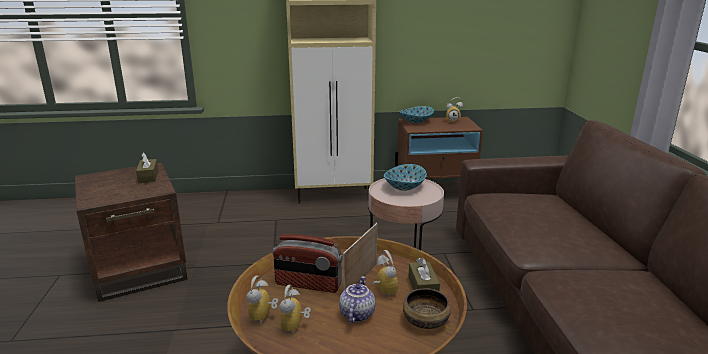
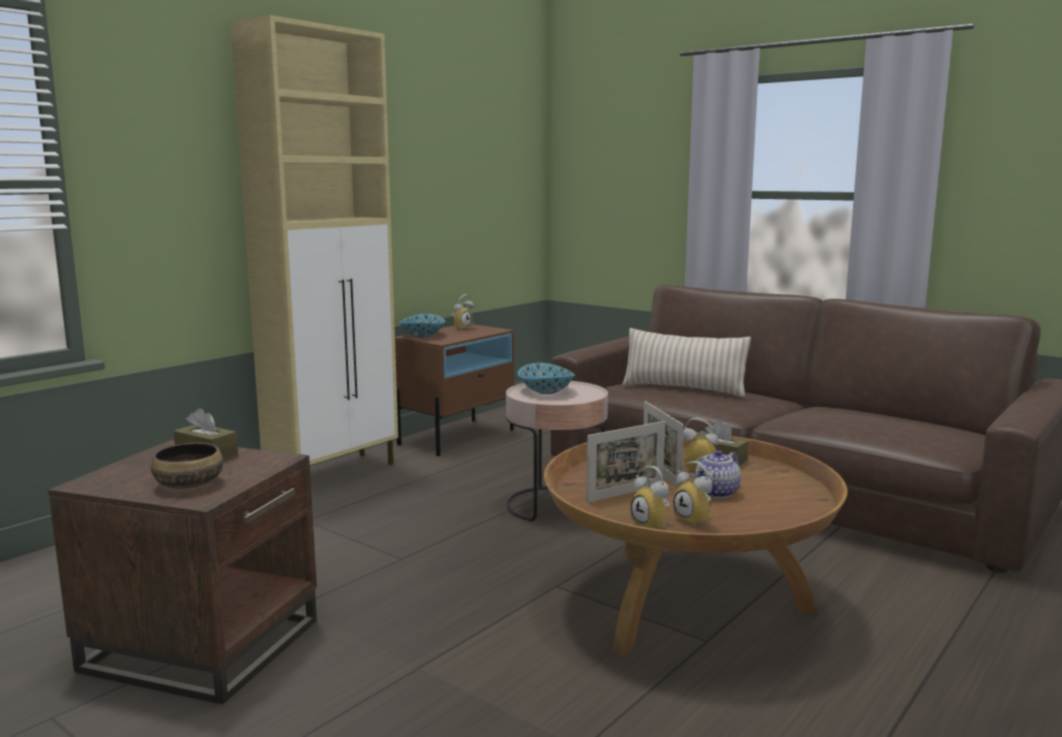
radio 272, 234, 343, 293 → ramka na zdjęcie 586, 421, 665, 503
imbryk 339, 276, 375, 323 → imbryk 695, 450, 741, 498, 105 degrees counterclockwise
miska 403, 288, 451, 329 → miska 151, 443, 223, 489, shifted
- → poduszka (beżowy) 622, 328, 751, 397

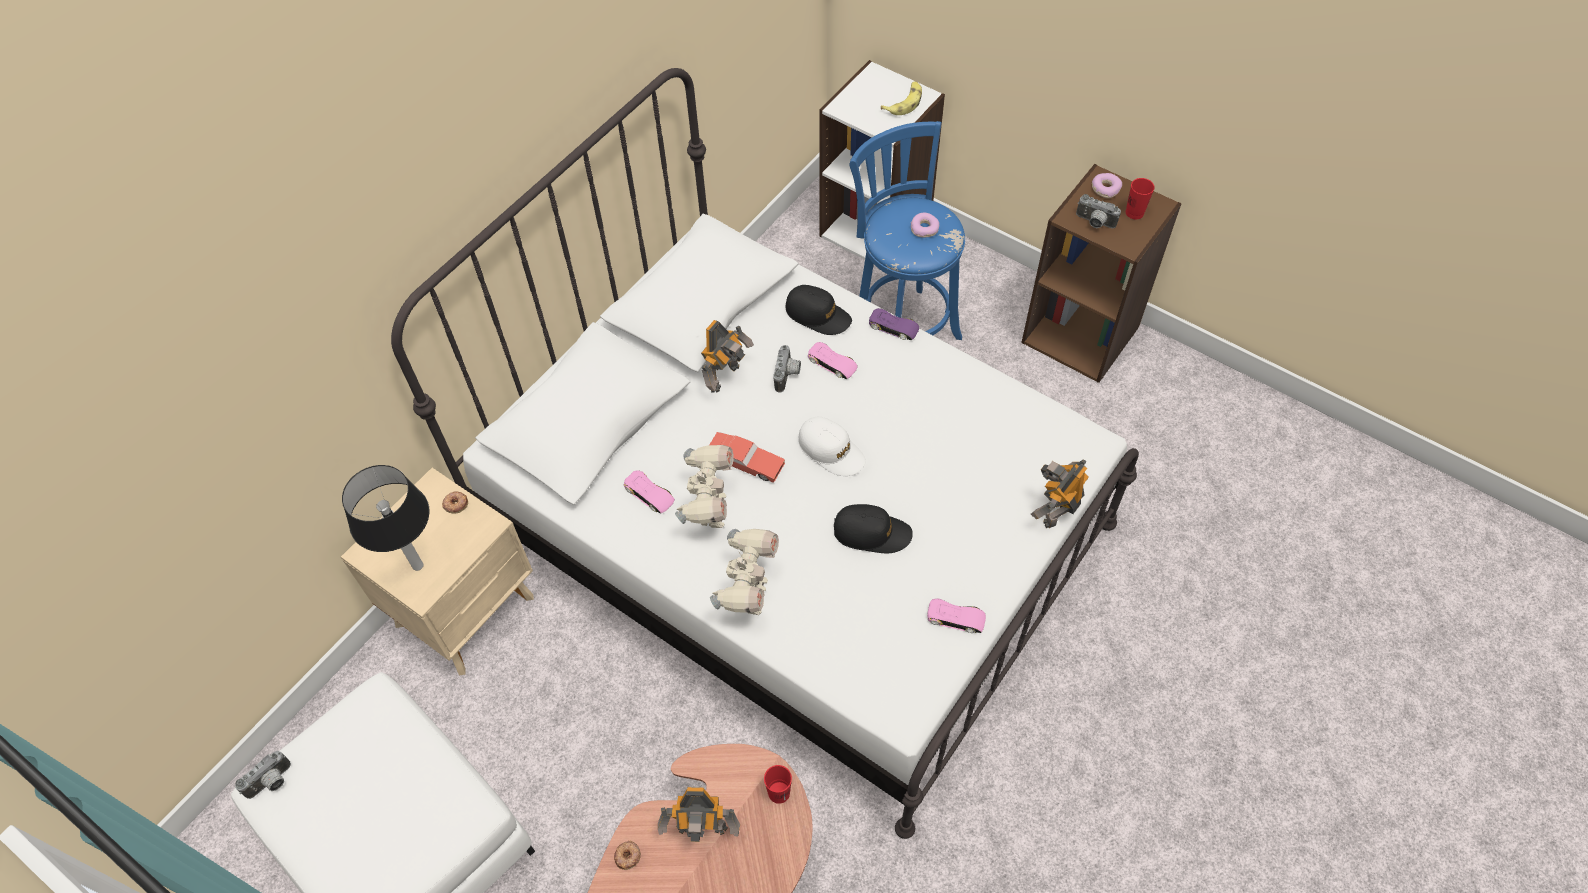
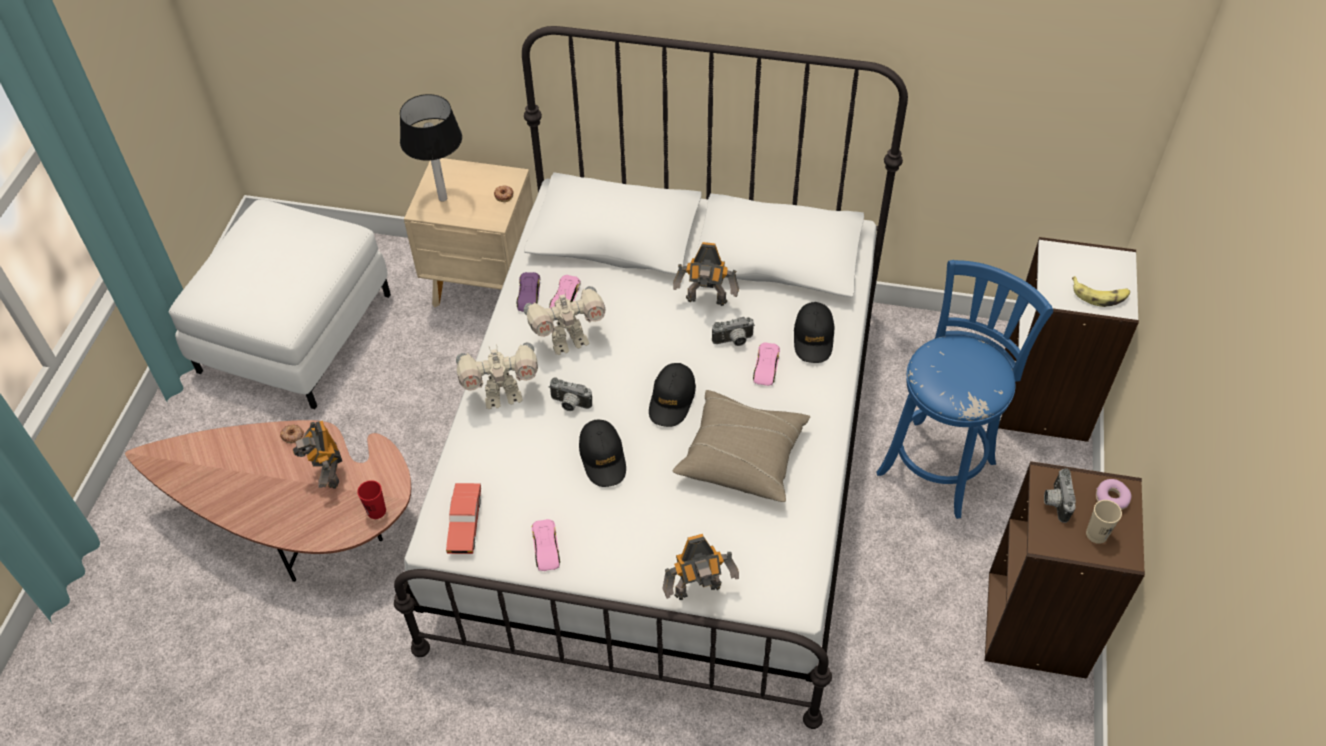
aparat fotograficzny 235, 751, 291, 799 → aparat fotograficzny 549, 377, 592, 411, shifted
samochodzik (czerwony) 709, 432, 785, 483 → samochodzik (czerwony) 446, 483, 481, 554, shifted
czapka z daszkiem (biały) 798, 417, 866, 476 → czapka z daszkiem (czarny) 649, 363, 696, 427
samochodzik (fioletowy) 869, 308, 919, 340 → samochodzik (fioletowy) 517, 272, 540, 312, shifted
donut 911, 213, 939, 237 → -
robot zabawkowy 1031, 459, 1089, 528 → robot zabawkowy 662, 534, 739, 600, 150 degrees clockwise
filiżanka (czerwony) 1126, 178, 1155, 219 → filiżanka (beżowy) 1086, 500, 1122, 544
- → poduszka (beżowy) 673, 390, 810, 502

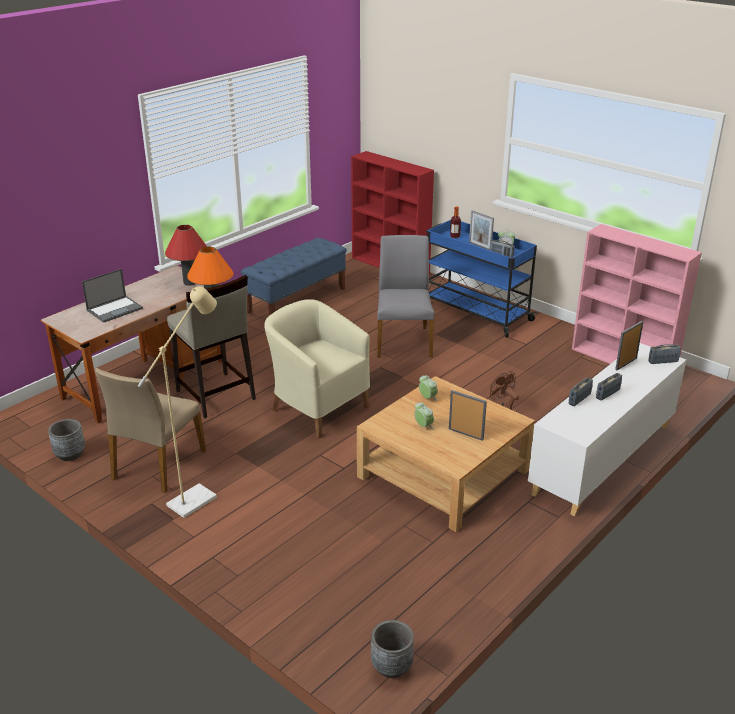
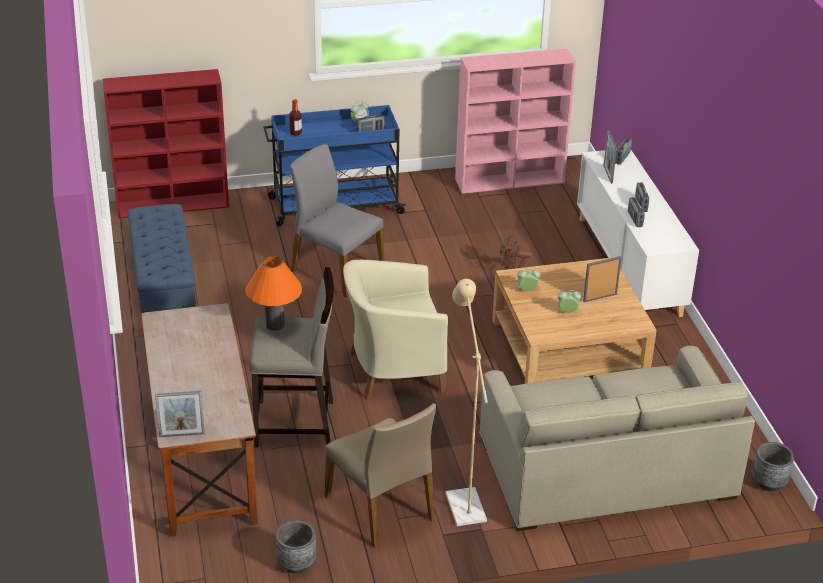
laptop 82, 269, 143, 323 → -
lampa stołowa (czerwony) 165, 225, 207, 286 → -
ramka na zdjęcie 469, 210, 494, 250 → ramka na zdjęcie 155, 391, 205, 437, shifted
- → kanapa (beżowy) 479, 346, 755, 531

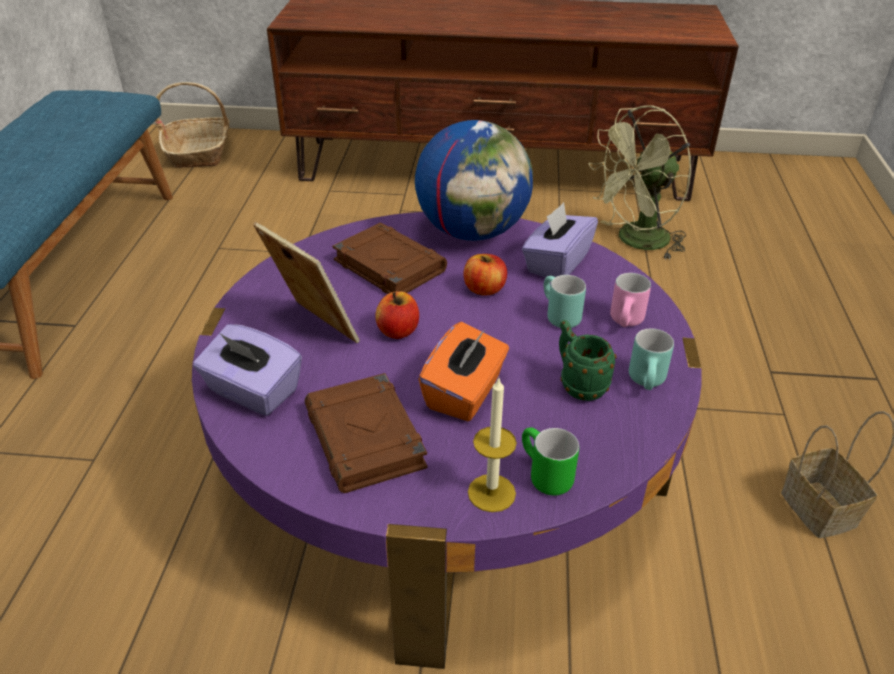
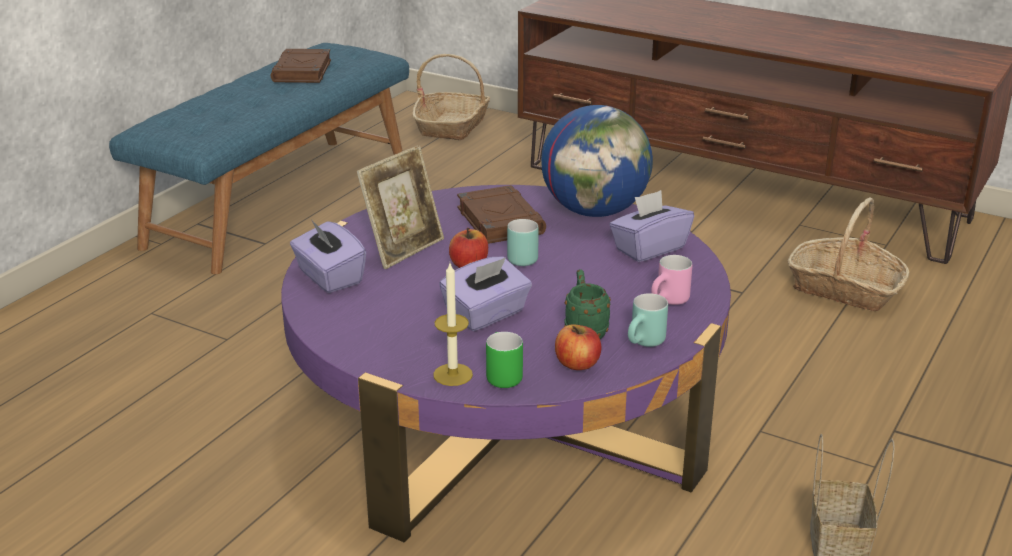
ramka na zdjęcie 253, 222, 360, 343 → ramka na zdjęcie 356, 145, 444, 269, 60 degrees clockwise
książka (brązowy) 305, 373, 428, 493 → książka (brązowy) 271, 49, 331, 83, shifted
pudełko chusteczek (pomarańczowy) 418, 322, 509, 421 → pudełko chusteczek (fioletowy) 439, 256, 532, 331
jabłko 463, 254, 507, 296 → jabłko 555, 324, 601, 370, shifted
kubek (turkusowy) 544, 275, 586, 328 → kubek (turkusowy) 507, 219, 539, 266, shifted
wentylator (zielony) 588, 105, 691, 260 → koszyk 788, 197, 909, 311

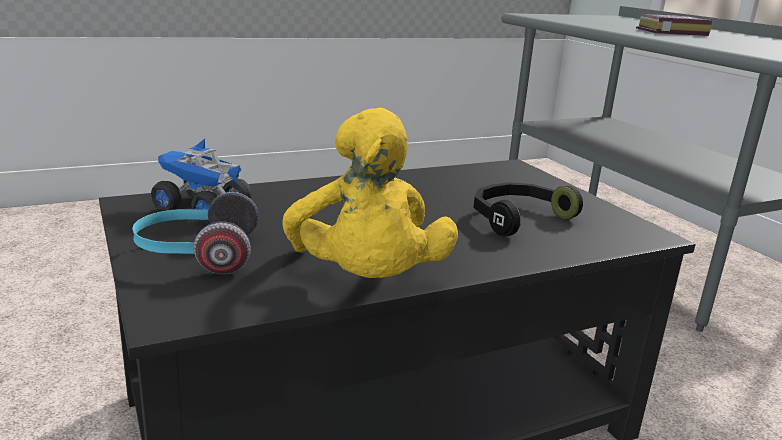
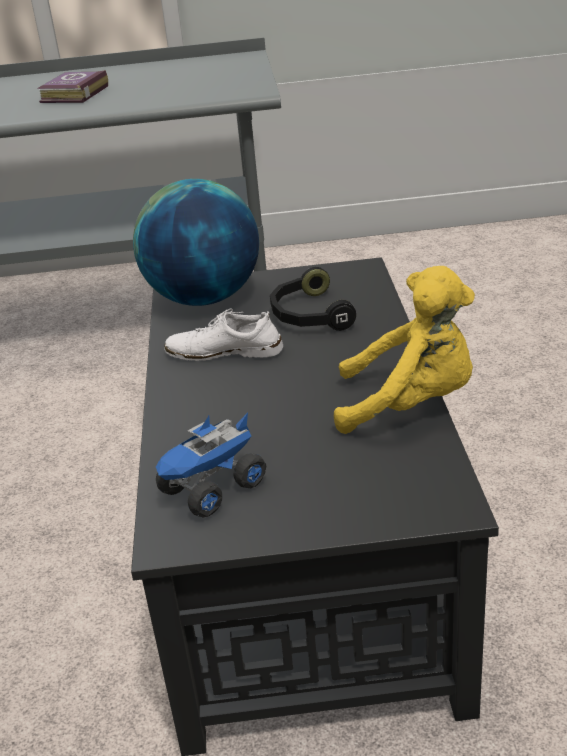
słuchawki 132, 192, 259, 274 → -
- → globus 133, 179, 259, 306
- → but (biały) 164, 308, 283, 361

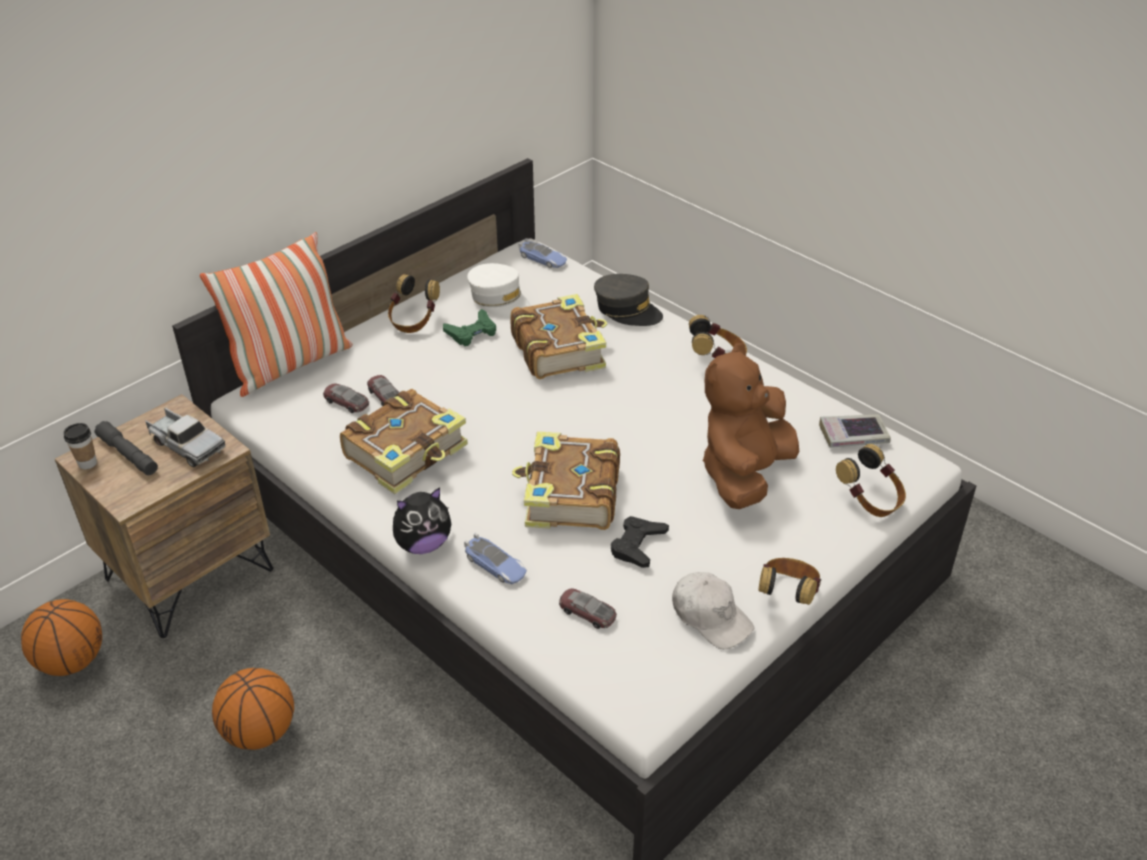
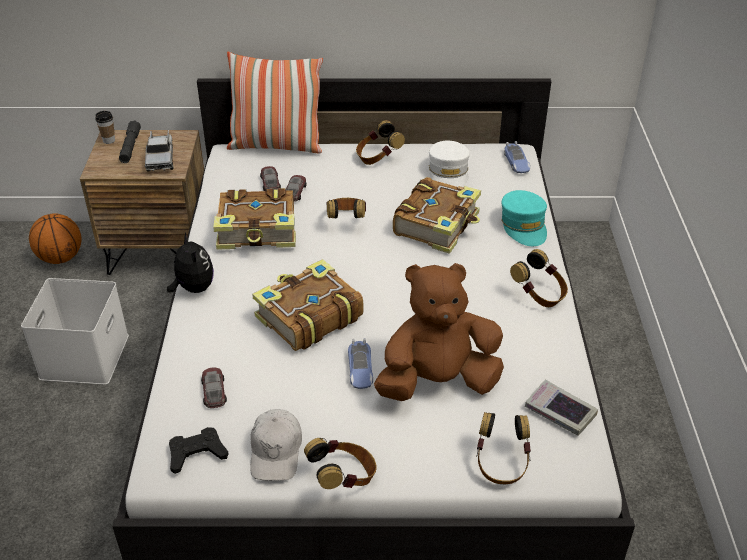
piłka do koszykówki 212, 668, 294, 750 → pojemnik do przechowywania (biały) 21, 278, 129, 385
pluszak 393, 487, 451, 554 → pluszak 167, 232, 214, 293, 135 degrees counterclockwise
pad do gier (zielony) 443, 309, 496, 346 → -
samochodzik 464, 533, 527, 584 → samochodzik 348, 338, 373, 389, shifted
czapka z daszkiem (szary) 594, 274, 663, 326 → czapka z daszkiem (turkusowy) 501, 190, 547, 246
pad do gier (czarny) 611, 516, 669, 568 → pad do gier (czarny) 169, 427, 229, 474, shifted
- → słuchawki 327, 198, 366, 218

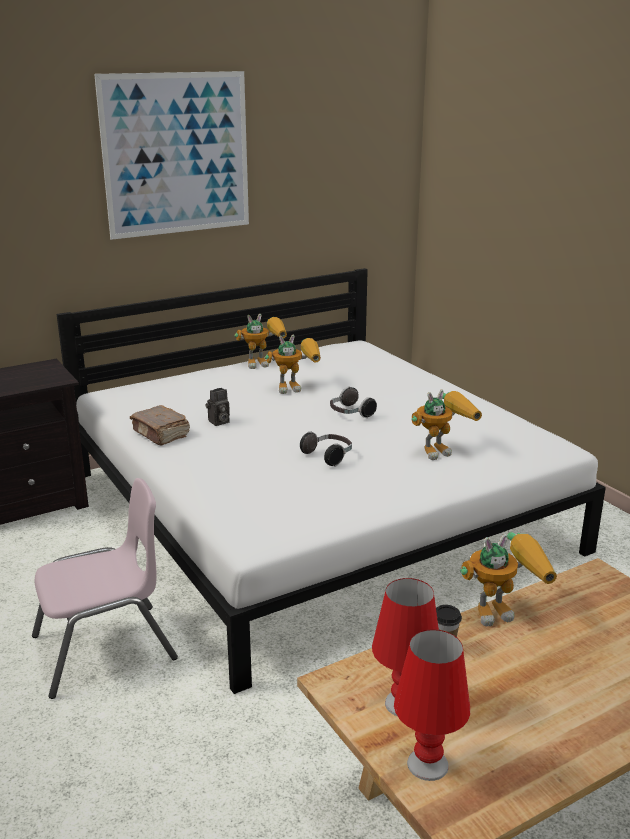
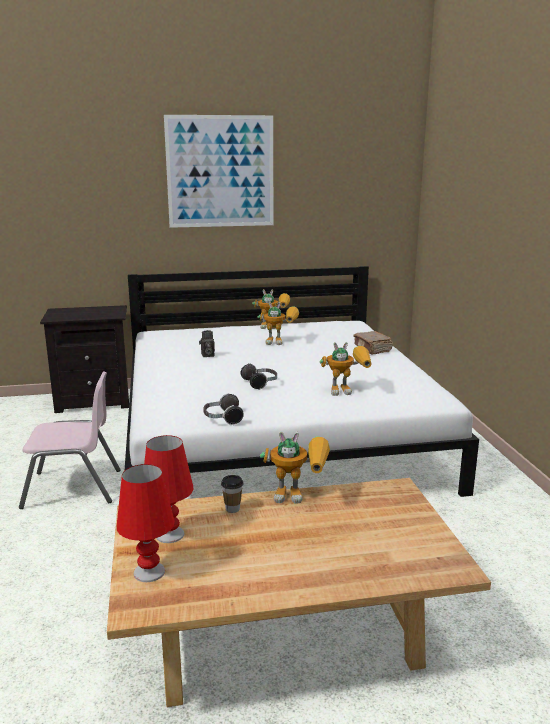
książka (brązowy) 130, 405, 190, 445 → książka (brązowy) 353, 331, 393, 355, shifted
słuchawki 330, 386, 377, 418 → słuchawki 203, 393, 244, 425, shifted

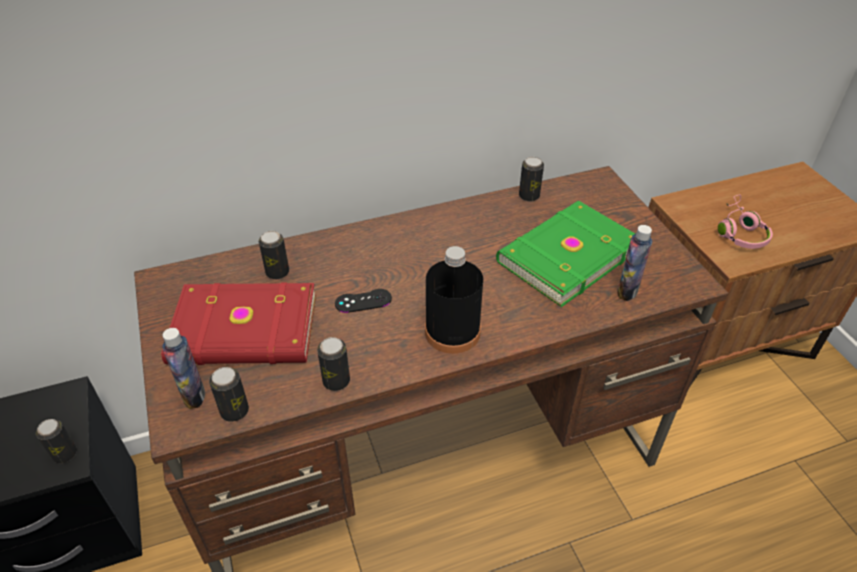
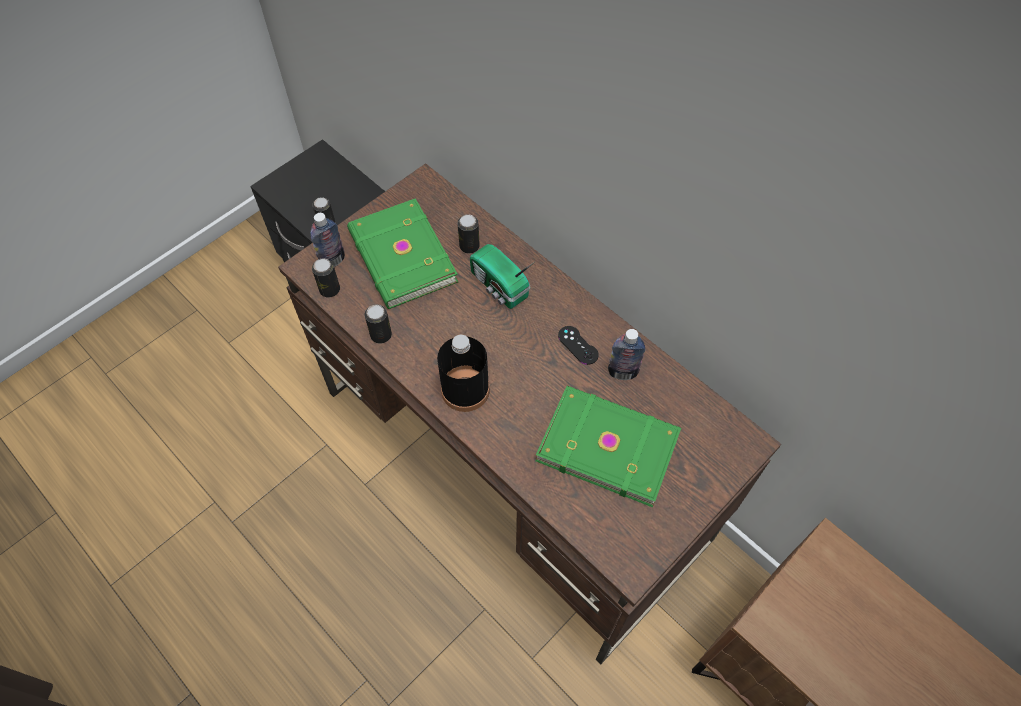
książka (czerwony) 161, 283, 316, 365 → książka (zielony) 347, 198, 458, 309
pad do gier (czarny) 335, 289, 392, 313 → pad do gier (czarny) 558, 326, 599, 365, shifted
puszka 519, 157, 544, 202 → -
butelka 617, 225, 652, 301 → butelka 608, 329, 645, 380, shifted
słuchawki (różowy) 718, 195, 773, 249 → -
- → radio 470, 244, 535, 309

